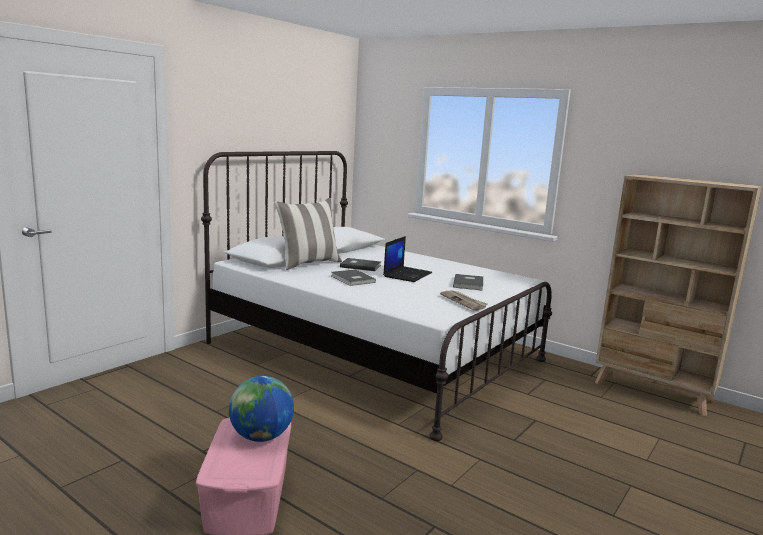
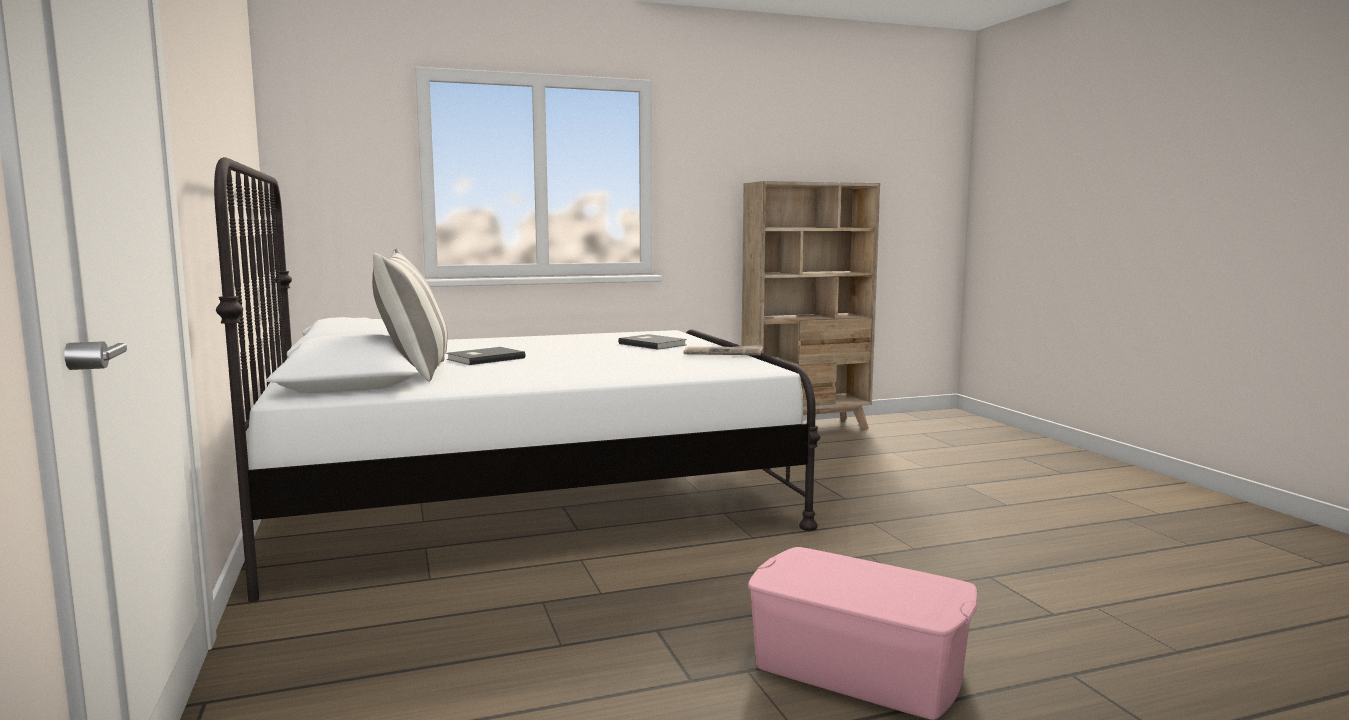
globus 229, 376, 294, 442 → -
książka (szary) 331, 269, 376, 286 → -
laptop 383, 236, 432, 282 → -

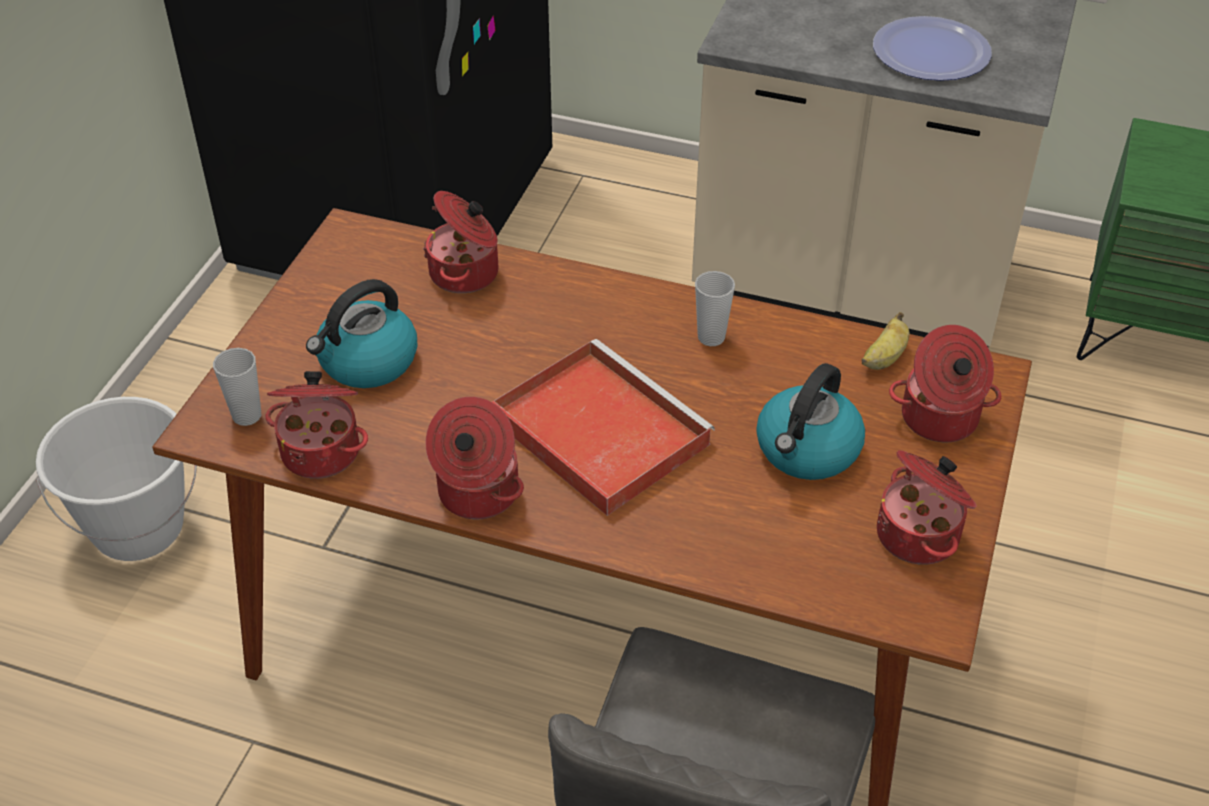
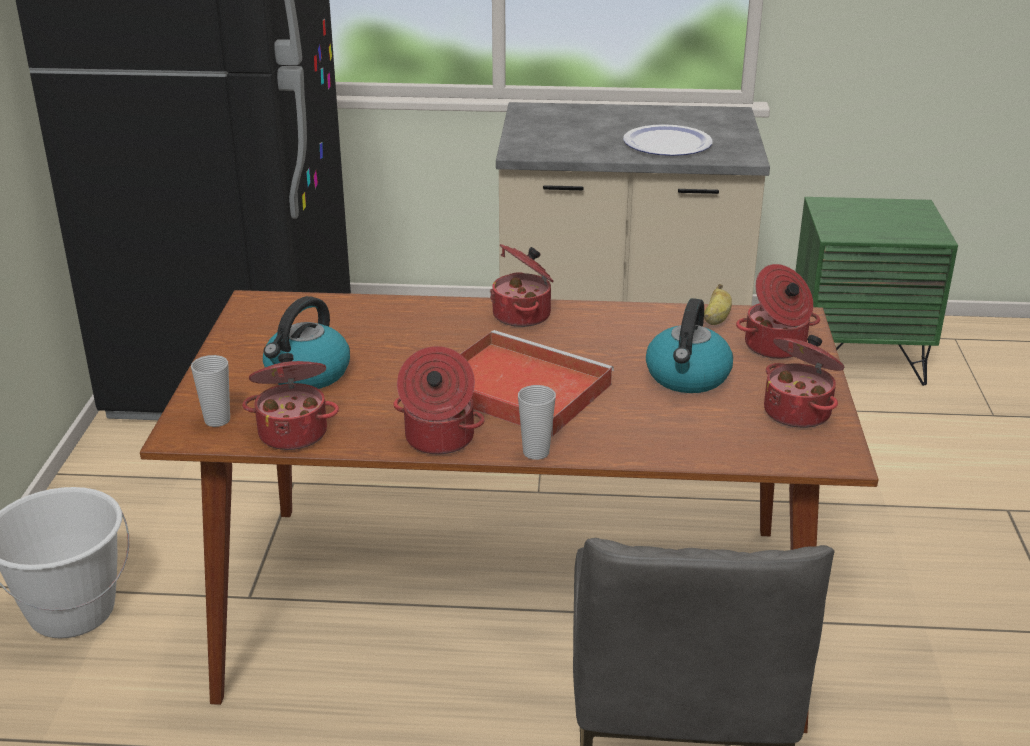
garnek 423, 191, 499, 293 → garnek 490, 244, 554, 327, shifted
filiżanka 695, 271, 735, 346 → filiżanka 518, 385, 556, 460, shifted

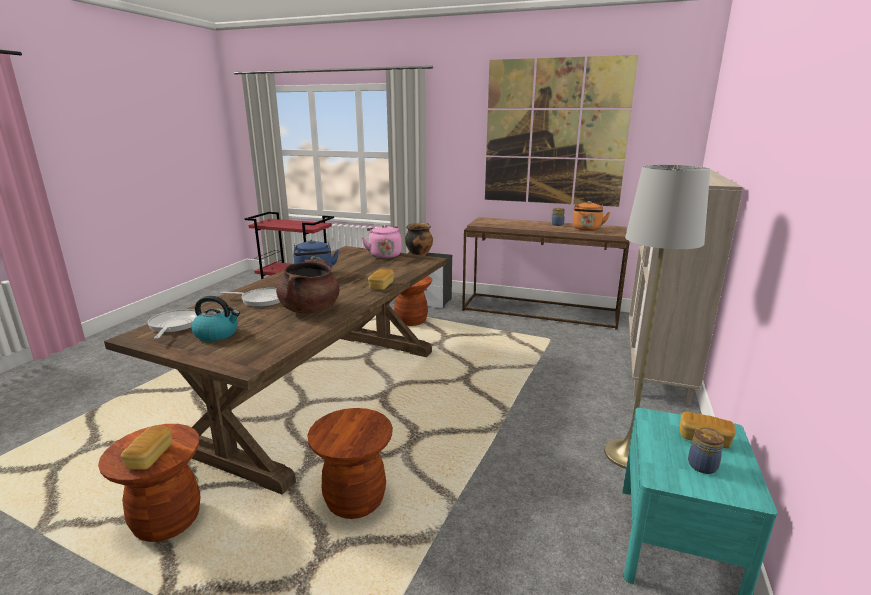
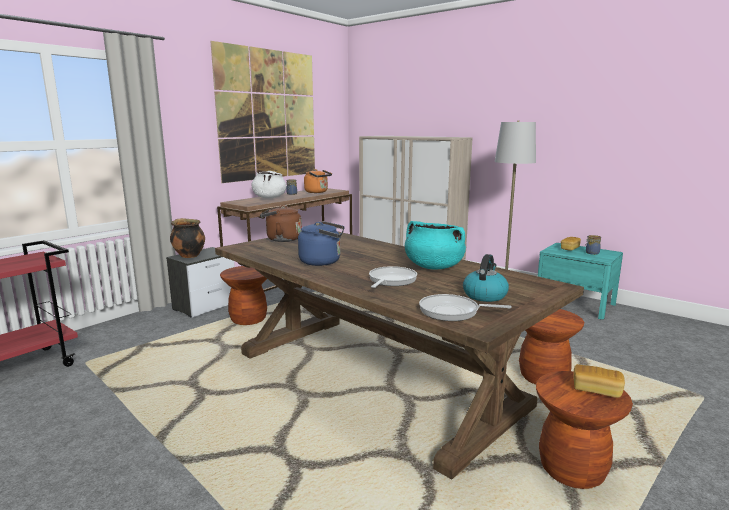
garnek (brązowy) 276, 259, 340, 314 → garnek (turkusowy) 405, 221, 466, 270
czajnik (różowy) 362, 225, 401, 258 → czajnik (brązowy) 260, 205, 302, 242
chleb 368, 269, 394, 290 → -
- → garnek (biały) 251, 171, 287, 198

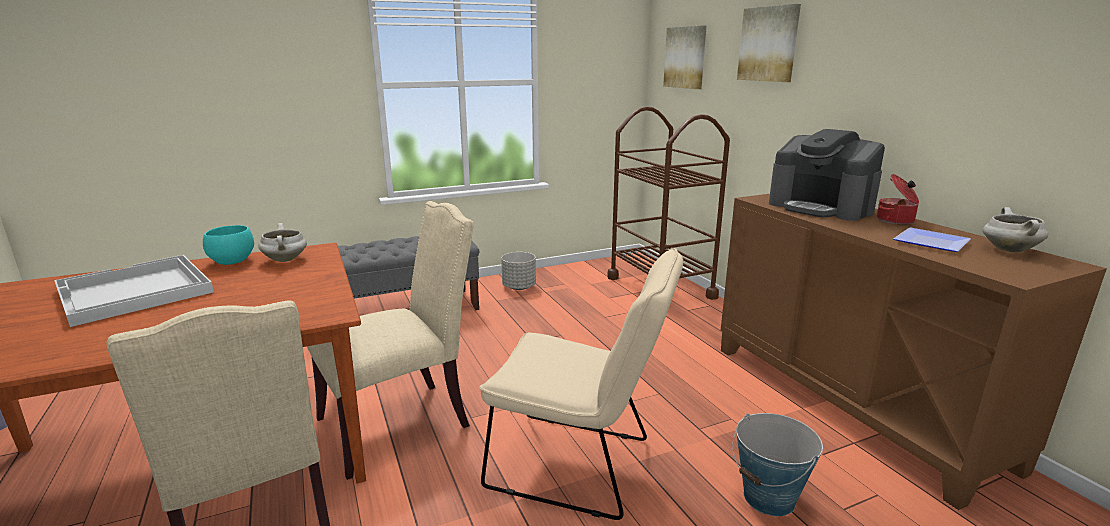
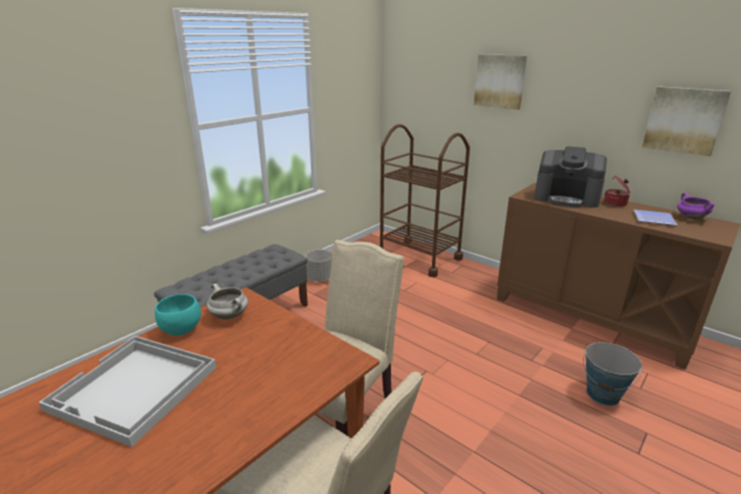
krzesło (beżowy) 479, 248, 683, 520 → -
obraz 663, 26, 707, 89 → obraz 642, 86, 731, 156, shifted
garnek (biały) 983, 207, 1048, 252 → garnek (fioletowy) 677, 193, 714, 220

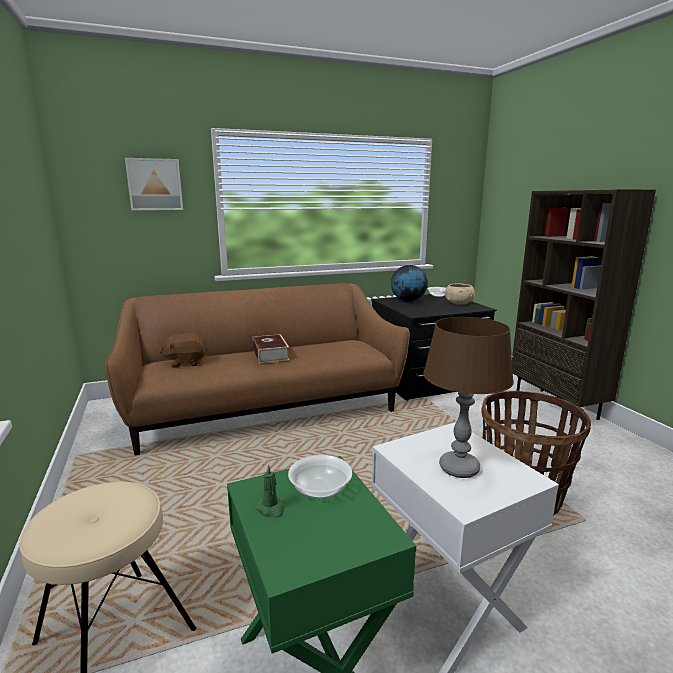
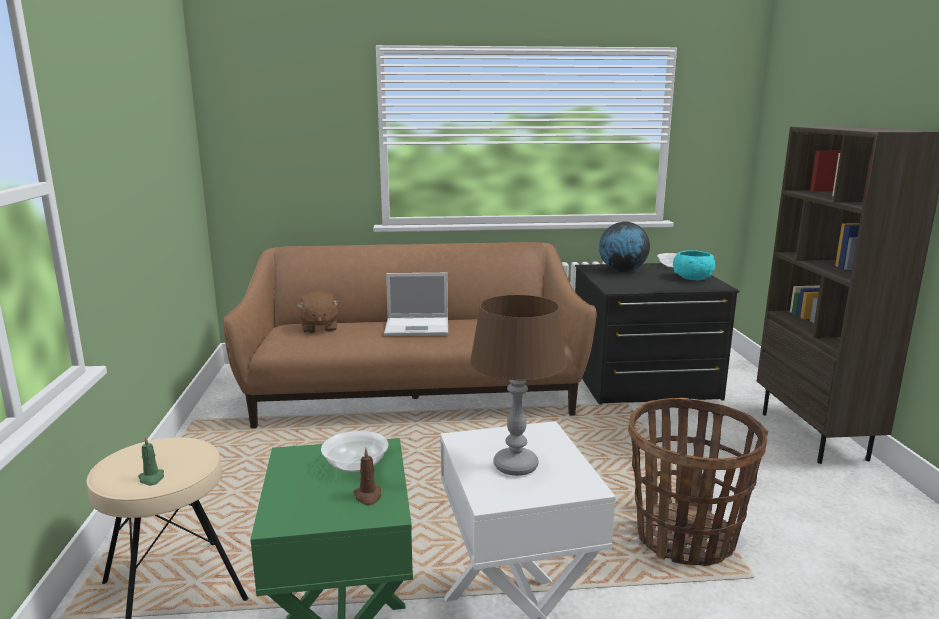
obraz 125, 158, 183, 210 → -
pluszak (brązowy) 159, 333, 208, 368 → pluszak (brązowy) 297, 291, 340, 334, 105 degrees counterclockwise
książka 252, 334, 290, 364 → laptop 384, 273, 448, 336
świeca (zielony) 256, 464, 284, 518 → świeca (zielony) 138, 436, 164, 486, shifted
miska (beżowy) 445, 283, 475, 305 → miska (turkusowy) 673, 250, 715, 280
- → świeca (brązowy) 354, 448, 381, 505

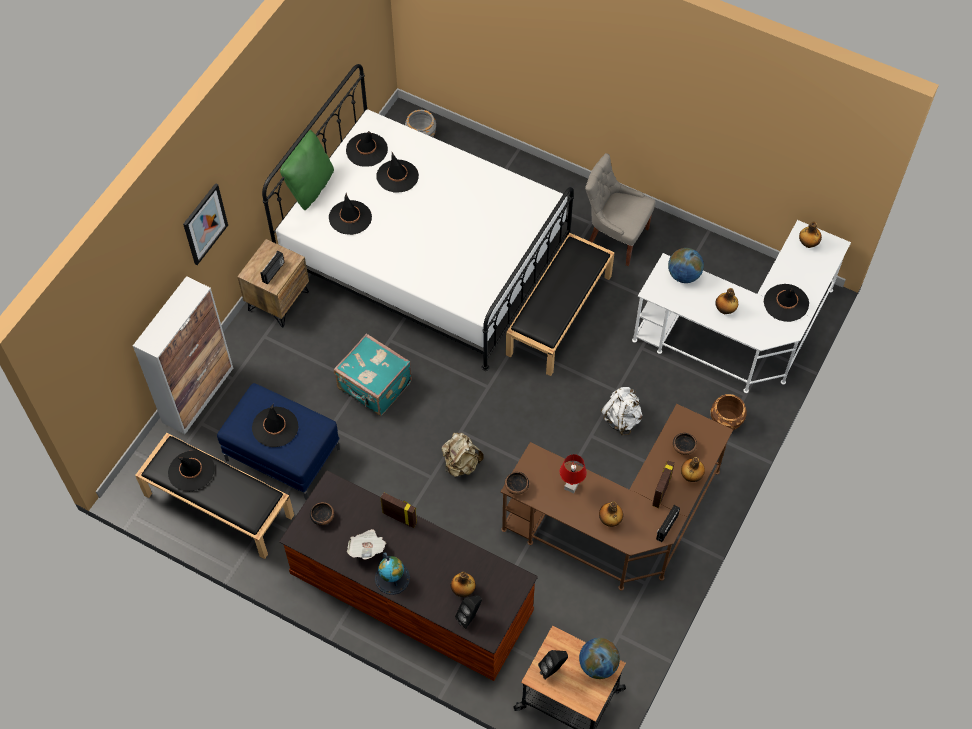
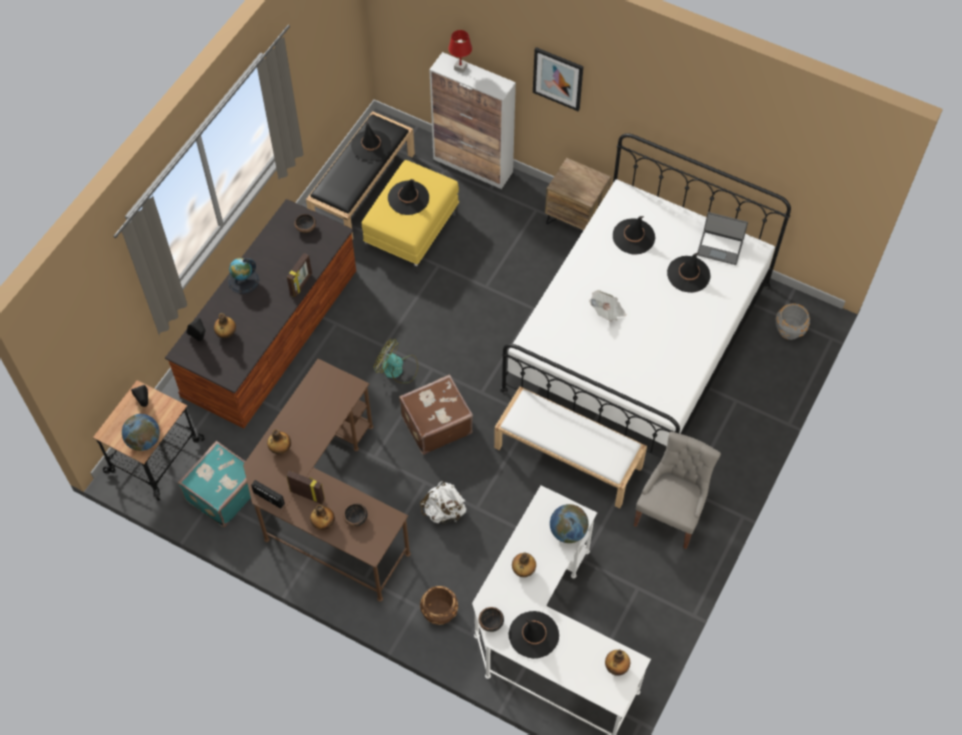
pufa (niebieski) 217, 383, 340, 500 → pufa (żółty) 362, 160, 459, 273
radio 261, 251, 284, 285 → -
poduszka (zielony) 280, 130, 334, 210 → -
walizka (turkusowy) 334, 334, 412, 416 → walizka (turkusowy) 178, 441, 251, 527, shifted
kapelusz (czarny) 346, 131, 388, 167 → laptop 697, 212, 748, 265
gazeta 347, 529, 386, 560 → gazeta 589, 290, 626, 321, shifted
plecak (beżowy) 441, 433, 484, 477 → wentylator 373, 339, 418, 383
miska 505, 472, 529, 495 → miska 479, 607, 504, 632, shifted
ławka (czarny) 506, 233, 615, 376 → ławka (biały) 494, 386, 647, 508
lampa stołowa (czerwony) 560, 454, 587, 493 → lampa stołowa (czerwony) 448, 30, 472, 73, shifted
- → walizka (brązowy) 399, 374, 473, 455

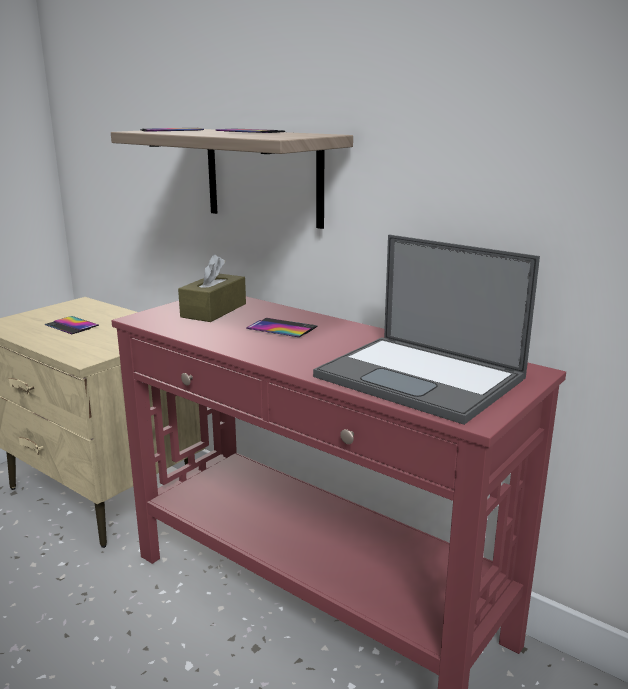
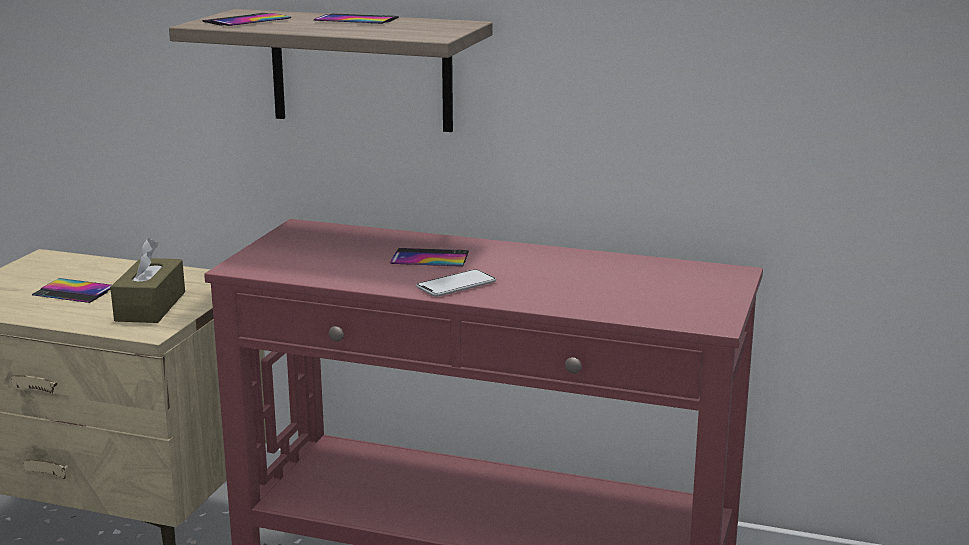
pudełko chusteczek (brązowy) 178, 254, 246, 322 → pudełko chusteczek (brązowy) 110, 238, 185, 323, shifted
laptop 313, 234, 540, 425 → -
- → telefon 416, 269, 496, 297

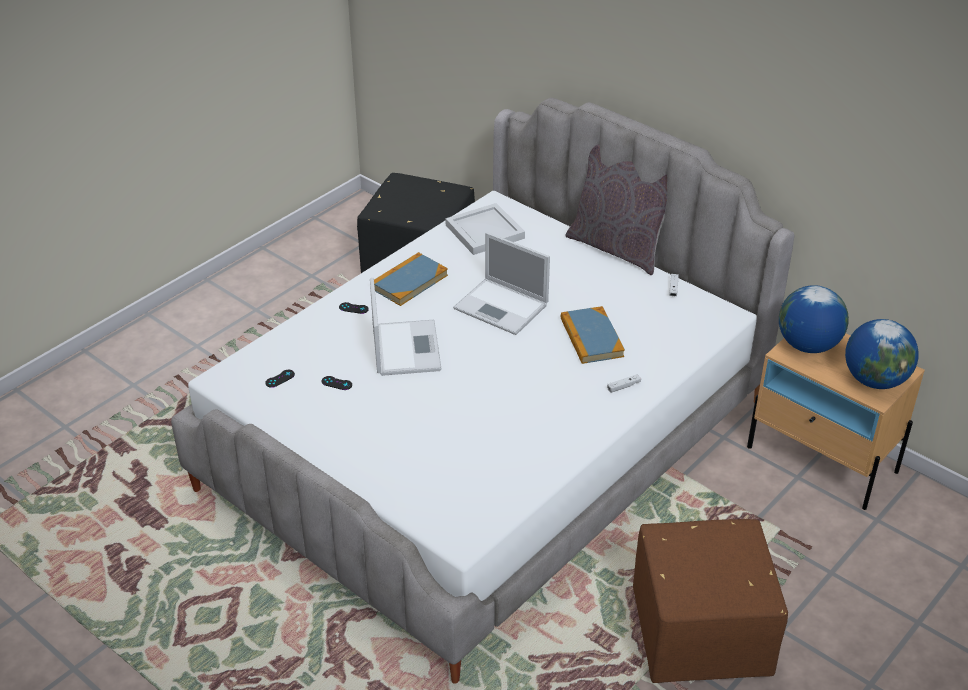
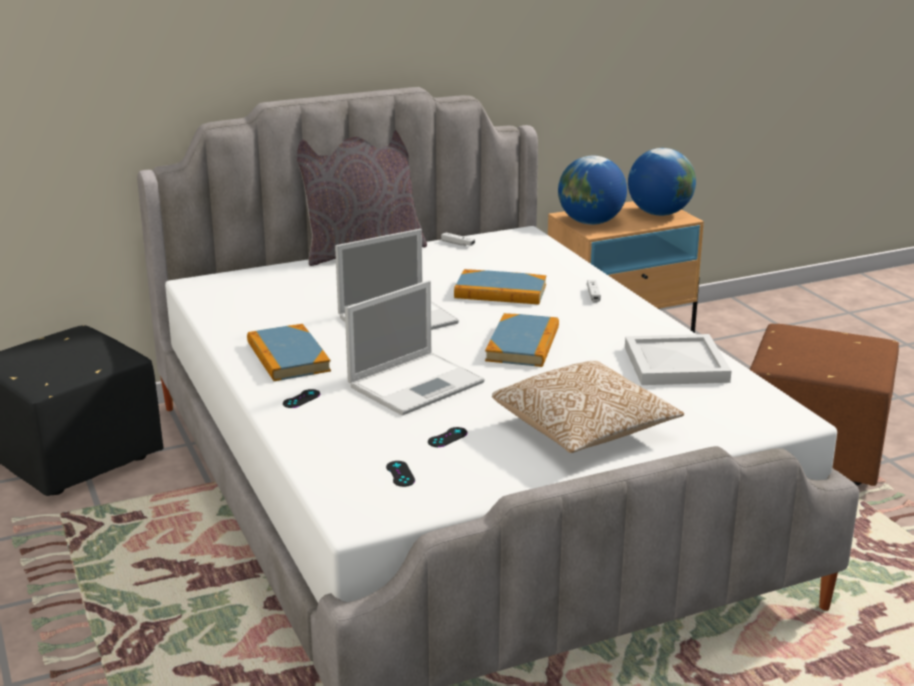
laptop 370, 278, 441, 376 → laptop 345, 280, 485, 416, 120 degrees clockwise
taca (biały) 445, 203, 525, 255 → taca (biały) 625, 334, 732, 385, shifted
- → książka 485, 313, 559, 367
- → poduszka 492, 361, 684, 453

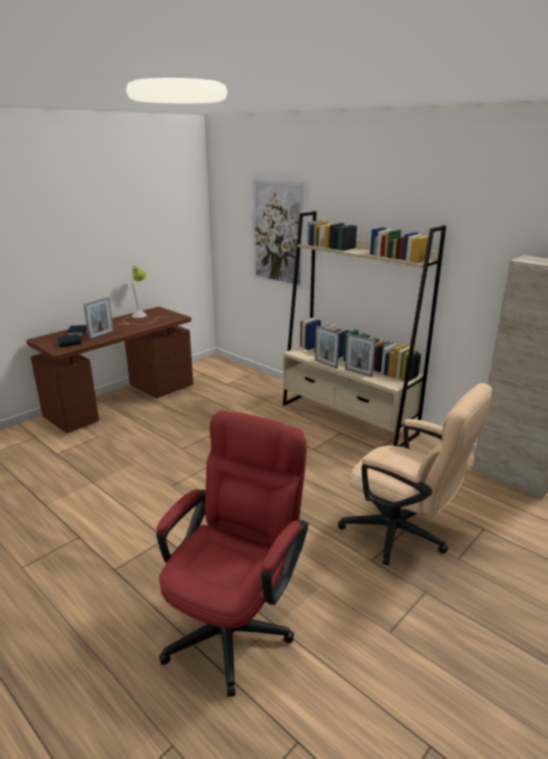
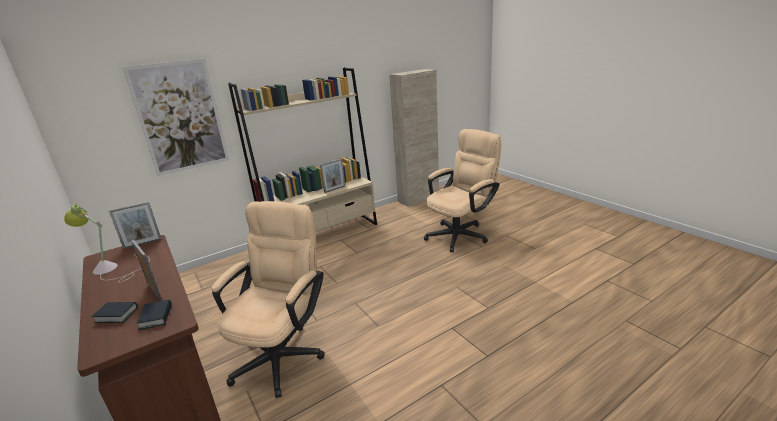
krzesło biurowe (czerwony) 156, 410, 309, 697 → -
ramka na zdjęcie 315, 325, 340, 369 → ramka na zdjęcie 109, 202, 162, 249, shifted
- → krzesło biurowe (beżowy) 212, 201, 325, 398

